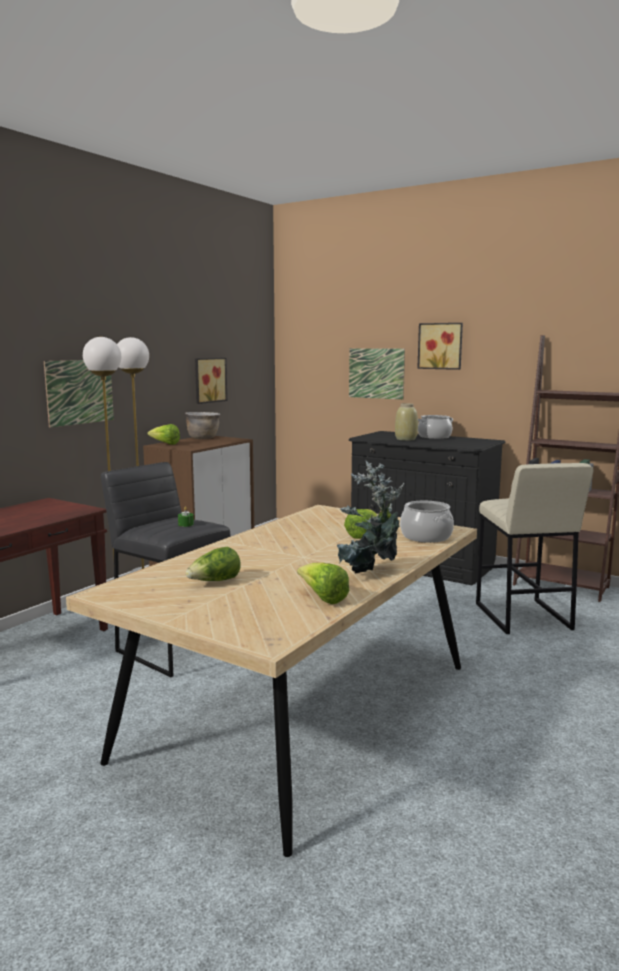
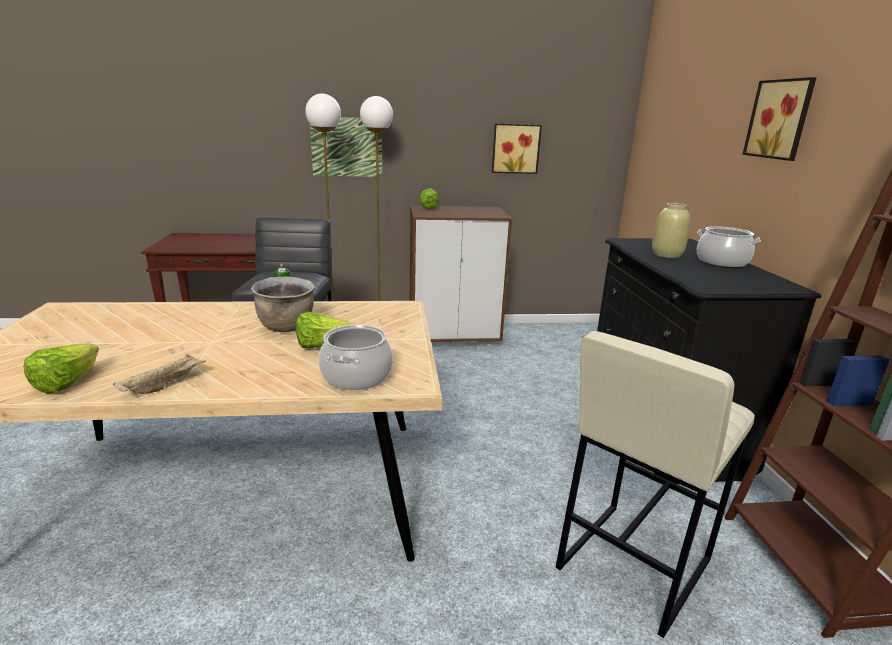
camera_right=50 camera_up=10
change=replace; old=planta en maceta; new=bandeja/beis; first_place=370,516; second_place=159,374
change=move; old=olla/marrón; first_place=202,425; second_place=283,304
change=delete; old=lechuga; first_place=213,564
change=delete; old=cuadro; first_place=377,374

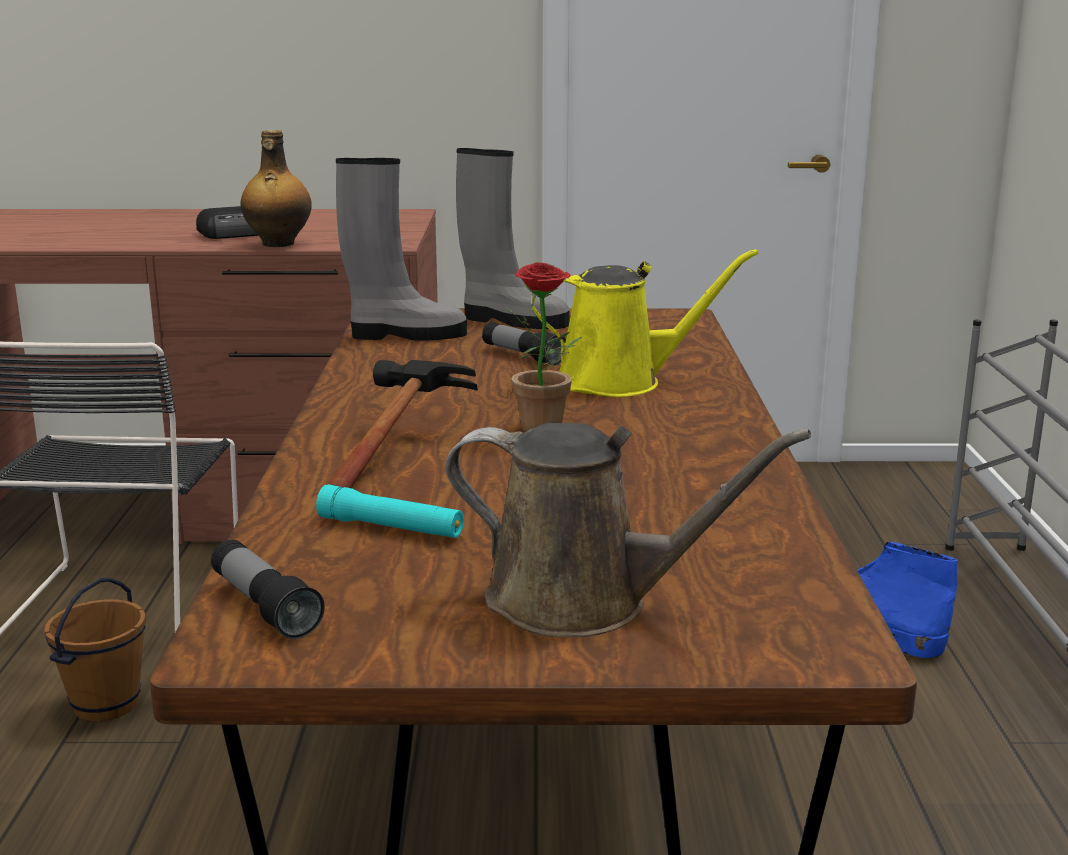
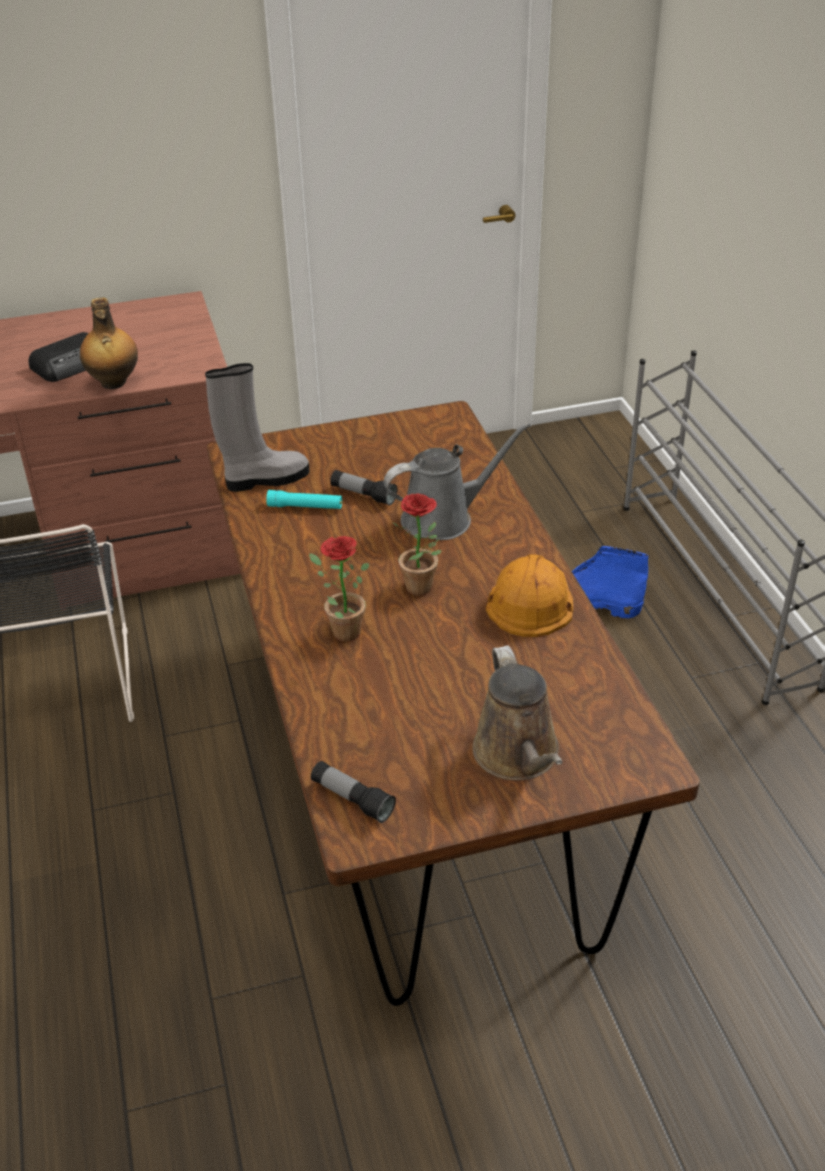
camera_right=-15 camera_up=20
change=move; old=linterna/turquesa; first_place=390,511; second_place=304,499
change=replace; old=martillo; new=planta en maceta; first_place=402,424; second_place=339,589
change=recolor; old=regadera/amarillo; new=regadera/gris; first_place=644,323; second_place=457,481
change=rotate; old=regadera/marrón; first_place=628,530; second_place=517,713; degrees=75
change=insert; new=casco/naranja; second_place=529,595
change=delete; old=cubo/marrón; first_place=95,649
change=delete; old=bota/gris; first_place=512,238

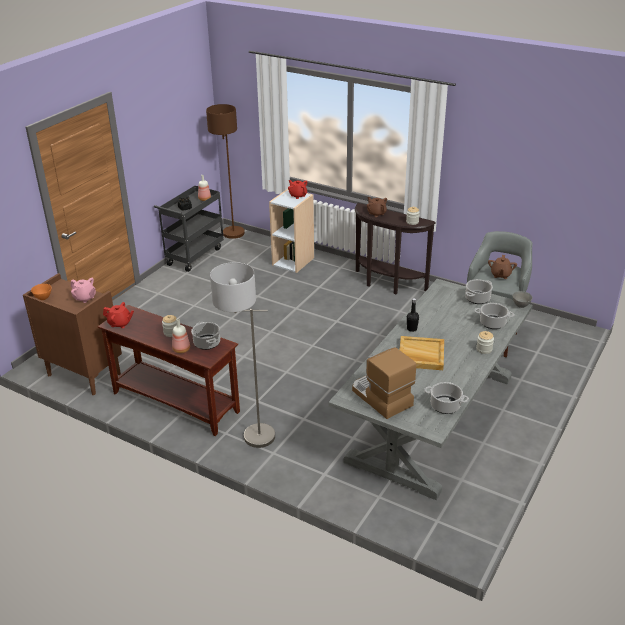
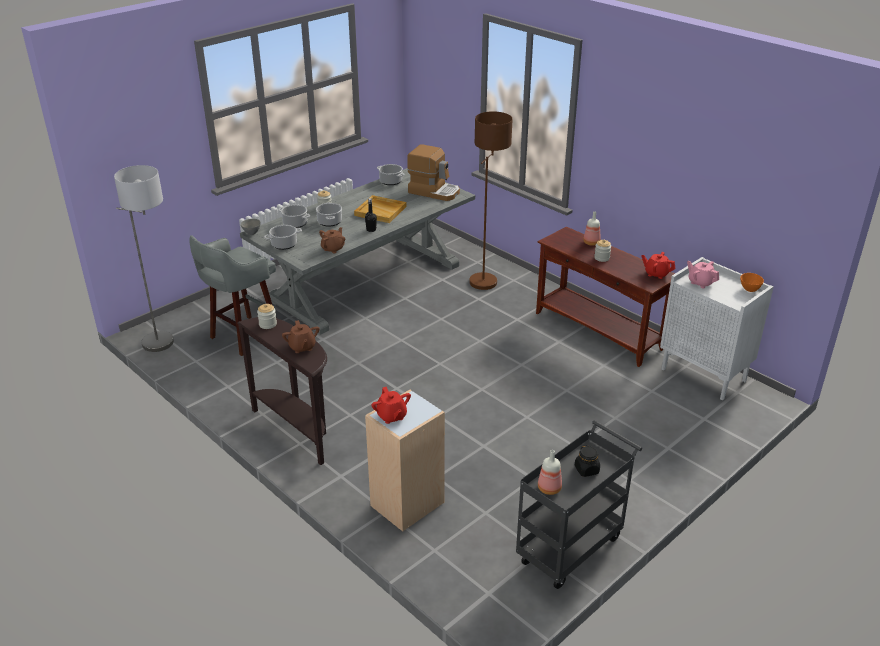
camera_right=-165 camera_up=0
change=move; old=lámpara de pie/gris; first_place=242,355; second_place=144,258
change=move; old=olla; first_place=205,336; second_place=329,214
change=move; old=tetera/marrón; first_place=502,267; second_place=332,240
change=rotate; old=cafetera; first_place=384,383; second_place=433,172; degrees=-45
change=move; old=lámpara de pie/marrón; first_place=225,171; second_place=490,200
change=recolor; old=armario/marrón; new=armario/blanco; first_place=72,334; second_place=717,328

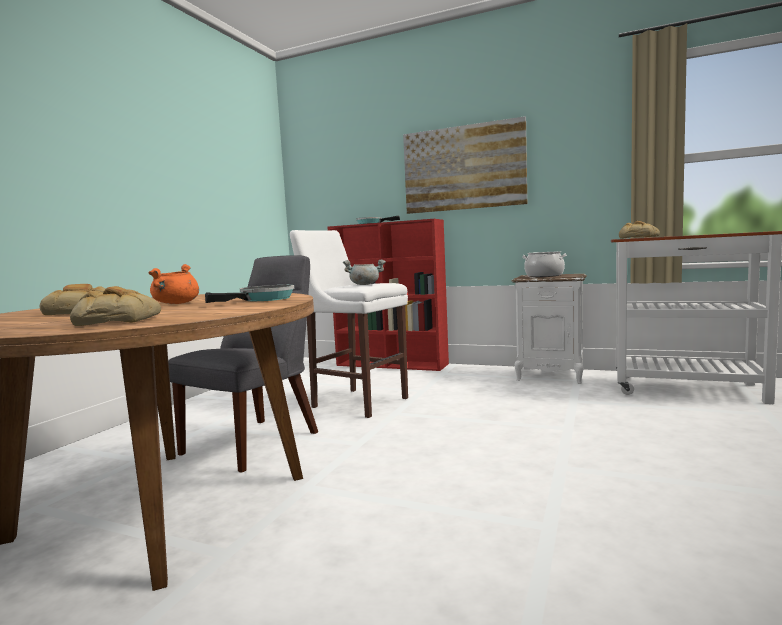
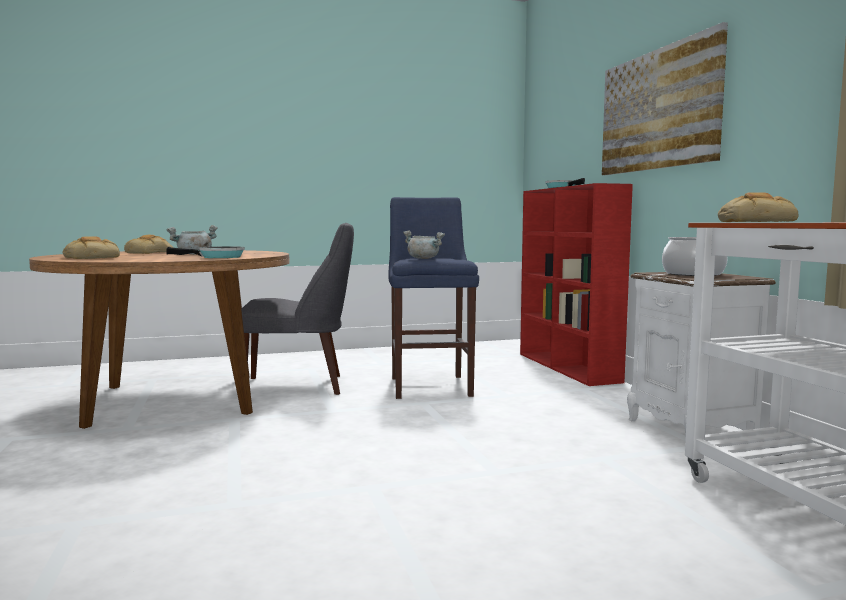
camera_right=50 camera_up=0
change=recolor; old=olla/naranja; new=olla/gris; first_place=173,284; second_place=192,240
change=recolor; old=taburete/blanco; new=taburete/azul; first_place=349,324; second_place=433,298

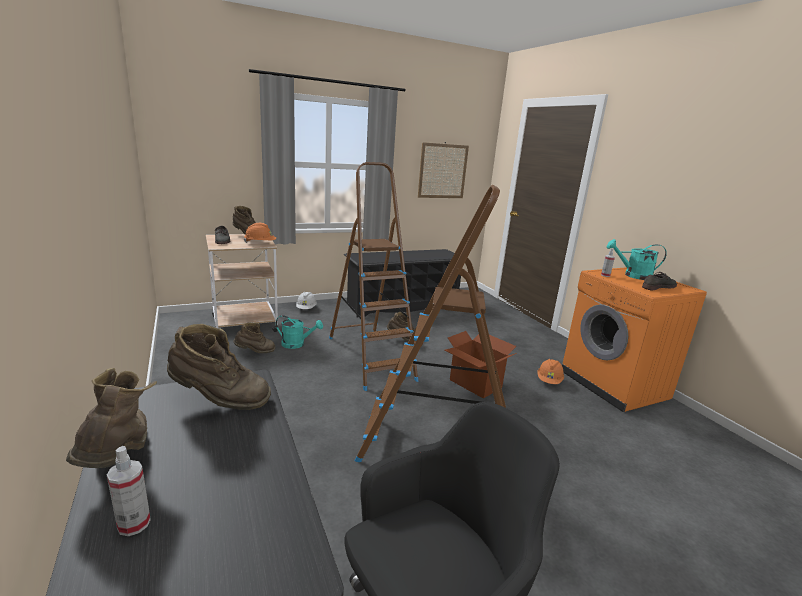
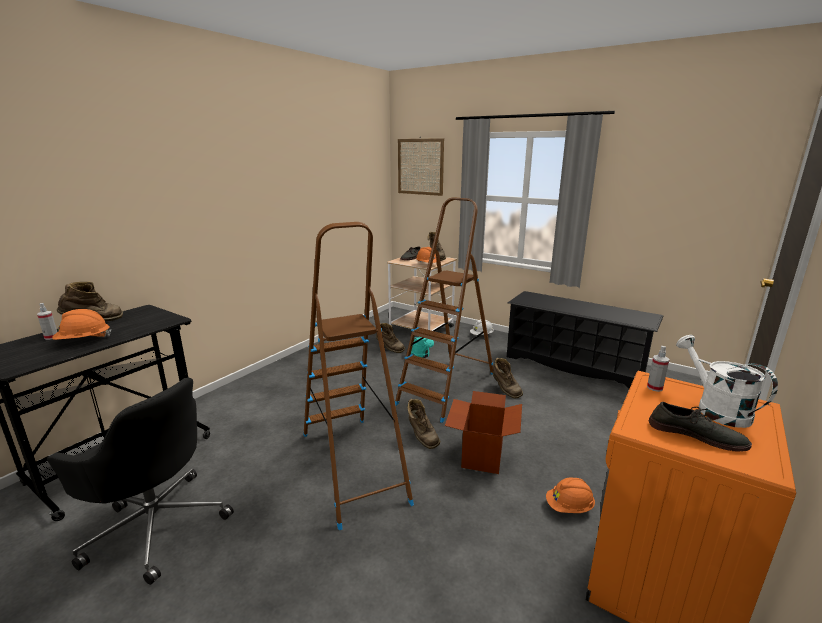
camera_right=60 camera_up=0
change=insert; new=casco/naranja; second_place=81,324
change=move; old=cuadro; first_place=443,170; second_place=421,166
change=move; old=bota/marrón; first_place=219,367; second_place=423,423
change=recolor; old=regadera/turquesa; new=regadera/blanco; first_place=637,259; second_place=727,381

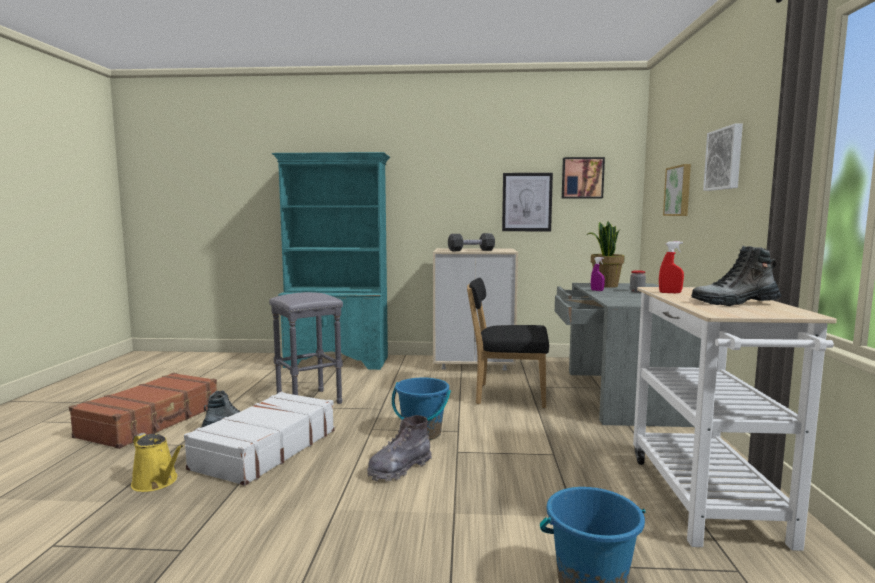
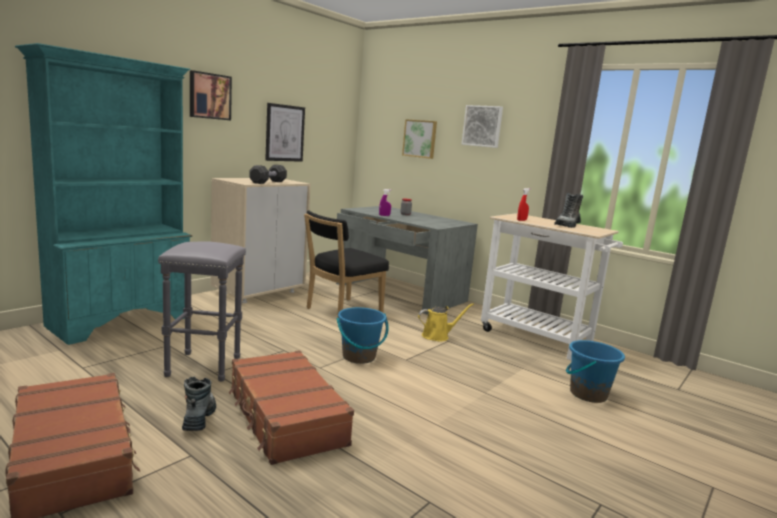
camera_right=-55 camera_up=5
change=move; old=cuadro; first_place=583,177; second_place=211,95
change=recolor; old=maleta/blanco; new=maleta/marrón; first_place=259,439; second_place=291,407
change=move; old=regadera/amarillo; first_place=157,462; second_place=446,322
change=delete; old=bota/gris; first_place=399,448
change=delete; old=planta en maceta; first_place=606,254

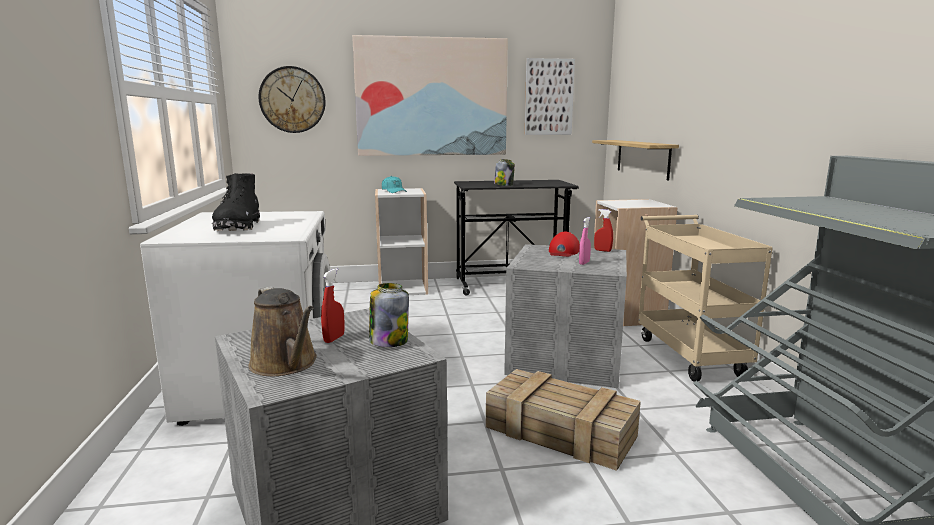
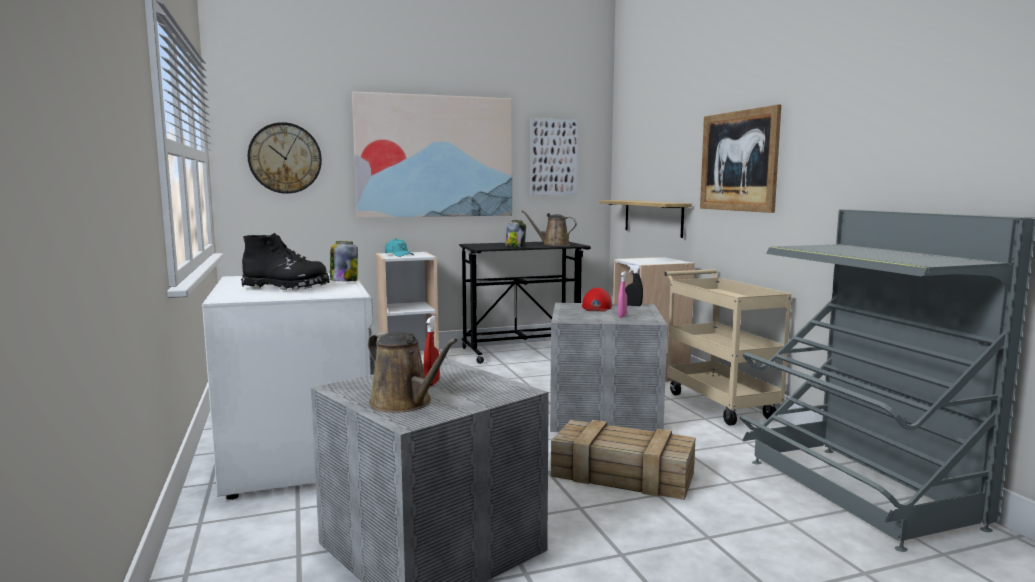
camera_right=-10 camera_up=-5
change=rotate; old=bota/negro; first_place=236,202; second_place=285,261; degrees=-75
change=move; old=tarro; first_place=389,315; second_place=344,261
change=insert; new=regadera/marrón; second_place=549,228
change=recolor; old=pulverizador/rojo; new=pulverizador/negro; first_place=603,230; second_place=634,285
change=insert; new=cuadro; second_place=740,159

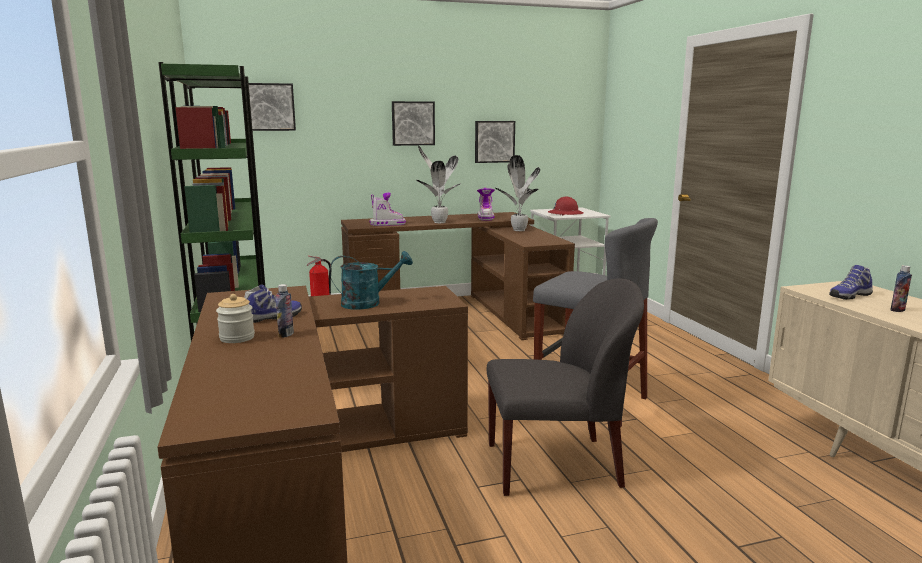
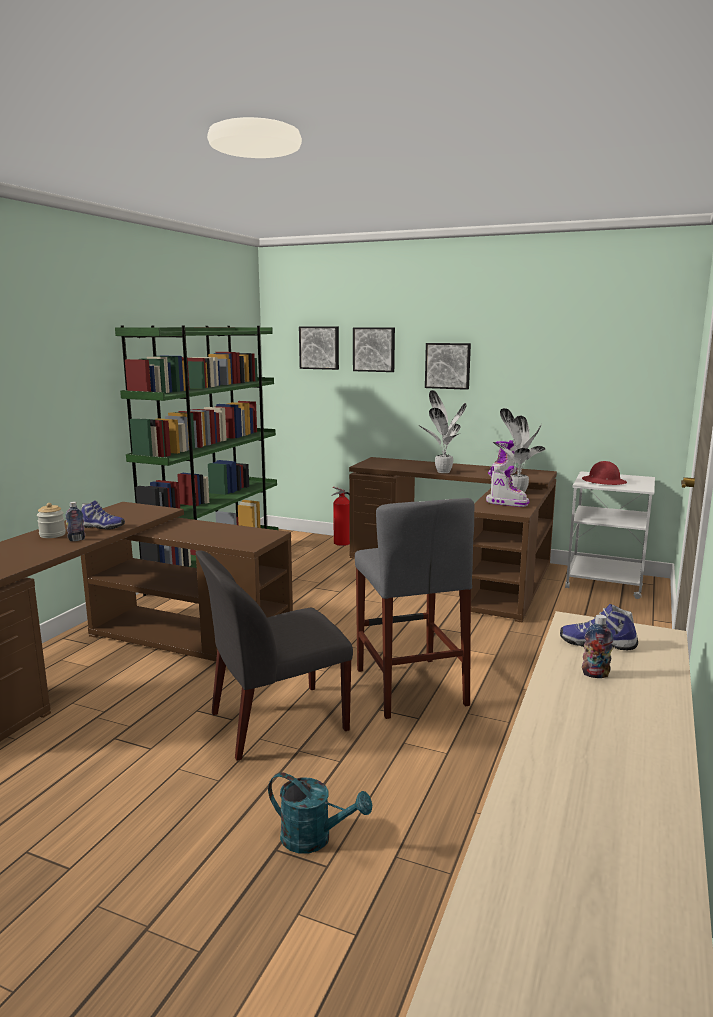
camera_right=40 camera_up=0
change=rotate; old=silla/gris; first_place=565,387; second_place=274,656; degrees=120
change=move; old=regadera/turquesa; first_place=371,280; second_place=320,812
change=move; old=cuadro; first_place=495,142; second_place=374,350
change=move; old=bota; first_place=388,209; second_place=508,486

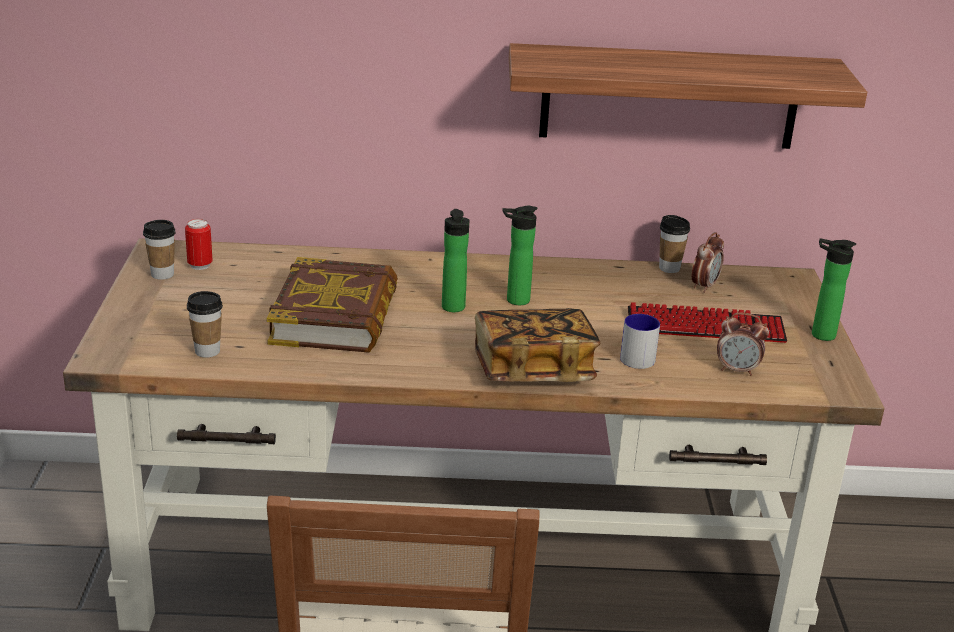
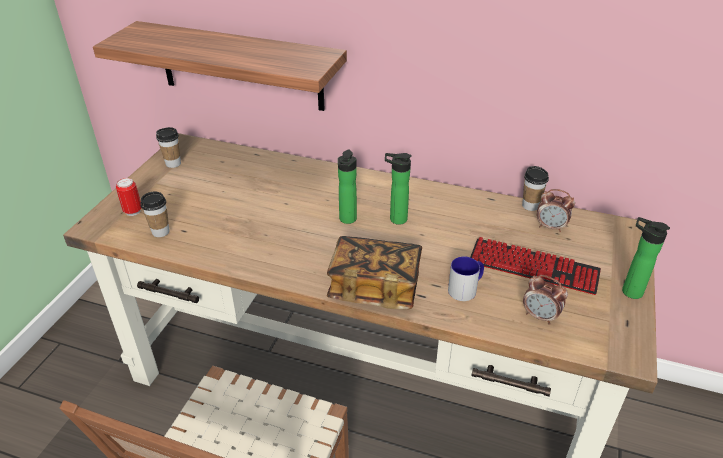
camera_right=20 camera_up=10
change=move; old=estante; first_place=688,96; second_place=220,66
change=move; old=lata; first_place=199,244; second_place=128,197
change=rotate; old=despertador; first_place=708,262; second_place=556,210; degrees=60
change=delete; old=libro; first_place=332,305

